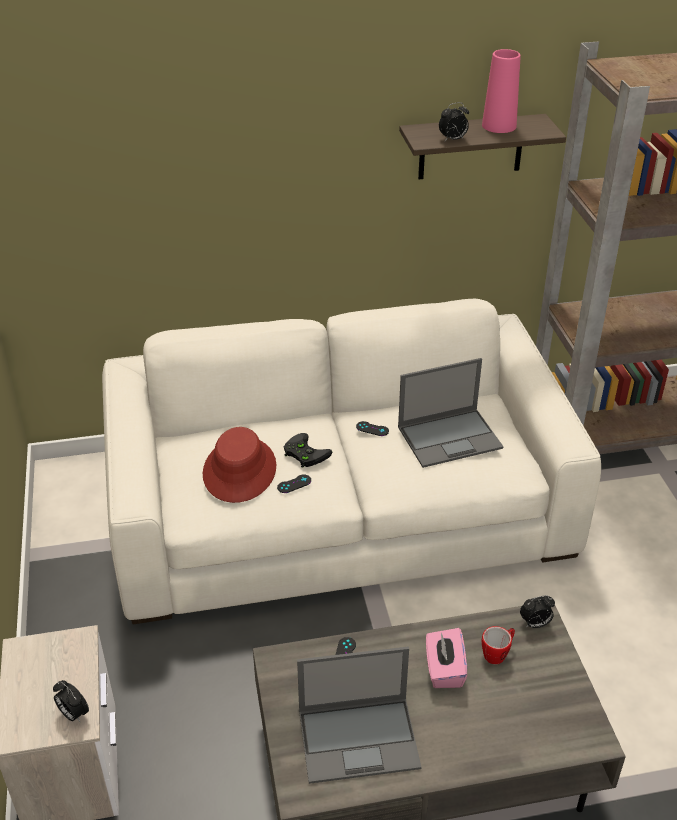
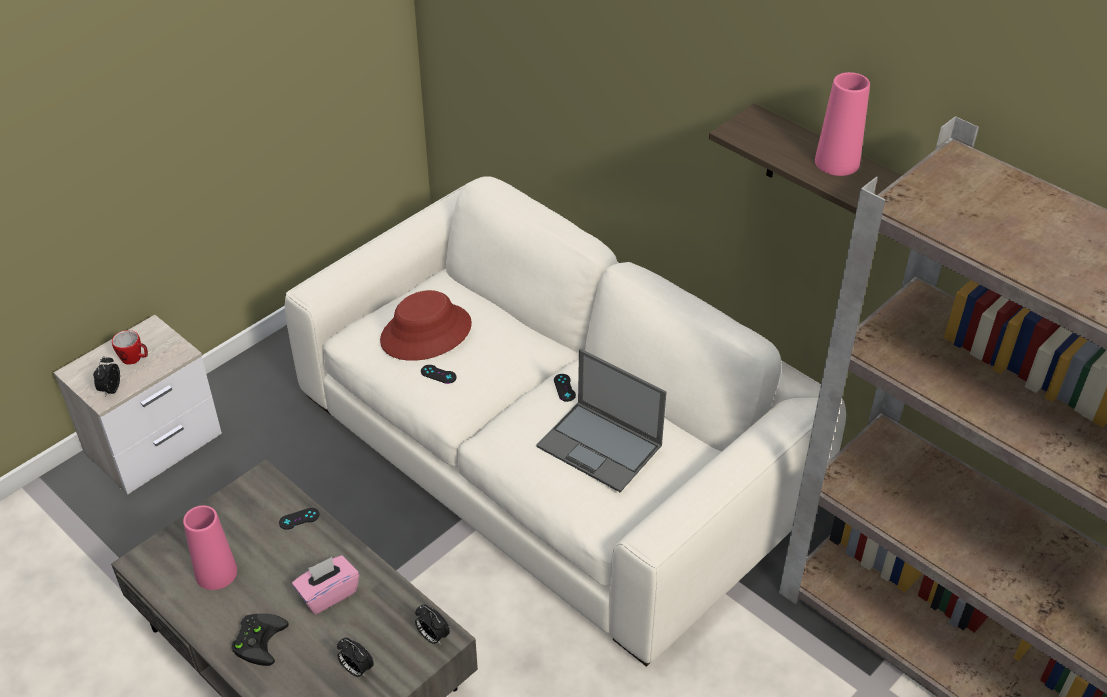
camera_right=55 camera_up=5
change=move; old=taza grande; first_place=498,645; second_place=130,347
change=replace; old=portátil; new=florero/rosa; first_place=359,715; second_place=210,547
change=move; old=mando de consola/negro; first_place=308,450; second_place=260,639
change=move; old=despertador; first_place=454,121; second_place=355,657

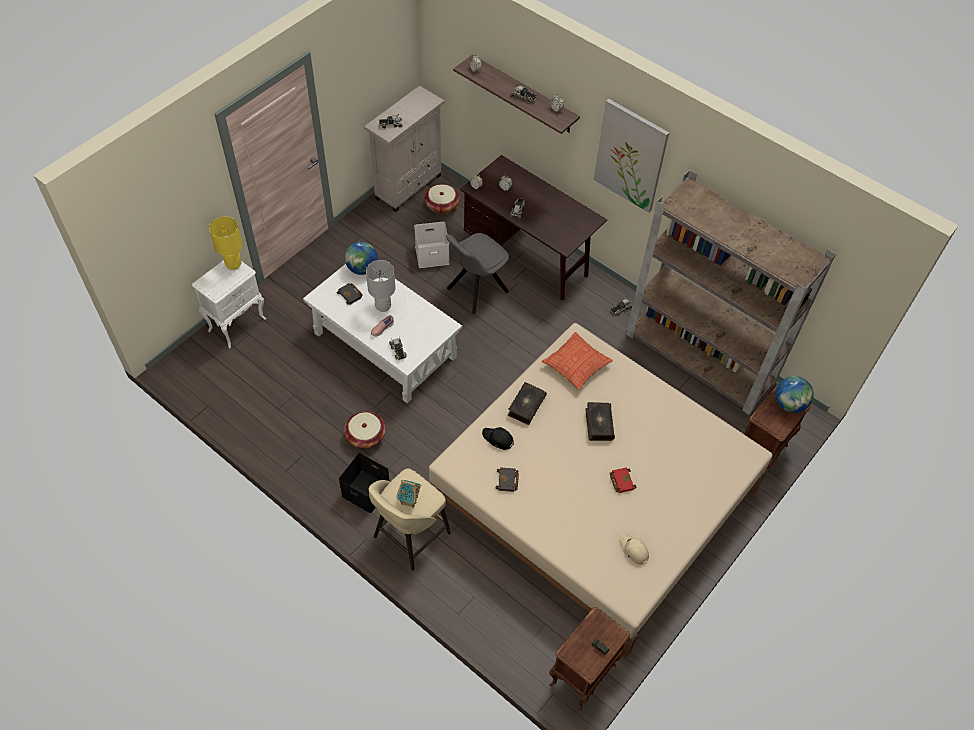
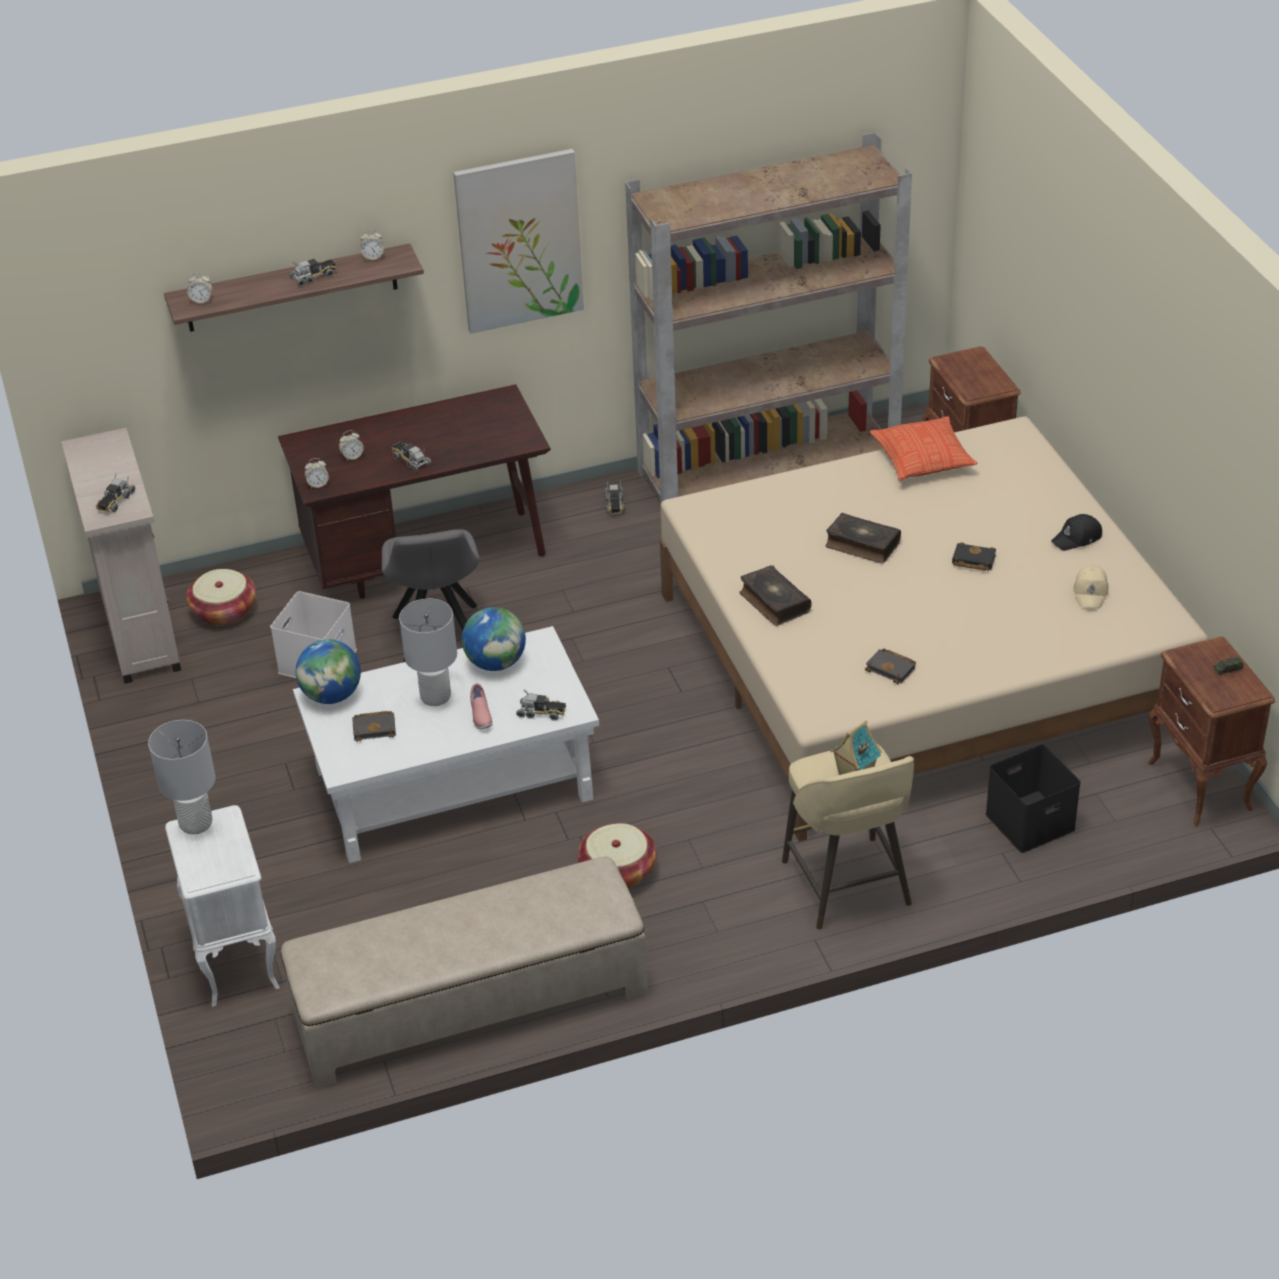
camera_right=-55 camera_up=-15
change=recolor; old=lámpara de mesa/amarillo; new=lámpara de mesa/gris; first_place=226,243; second_place=182,777
change=insert; new=banco/beis; second_place=464,972
change=move; old=globo terráqueo; first_place=794,394; second_place=494,639
change=move; old=cojín/naranja; first_place=577,361; second_place=923,448
change=recolor; old=libro/rojo; new=libro/negro; first_place=623,480; second_place=974,556
change=move; old=caja de almacenaje/negro; first_place=364,483; second_place=1033,798
change=move; old=gorra/negro; first_place=497,438; second_place=1076,532
change=rotate; old=gorra/beis; first_place=634,549; second_place=1090,587; degrees=-75

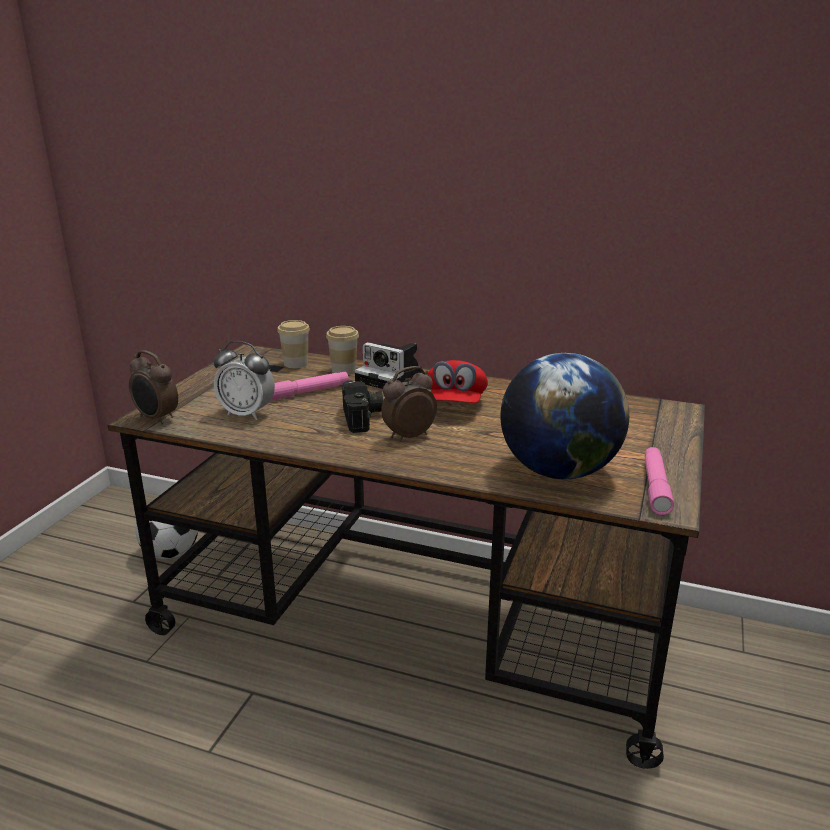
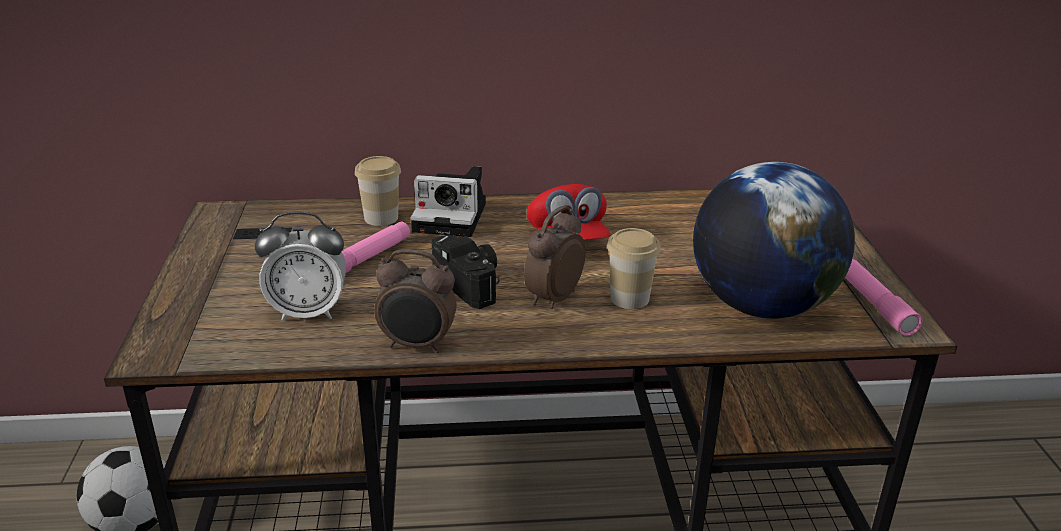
camera_right=-25 camera_up=5
change=move; old=despertador; first_place=153,387; second_place=415,301
change=move; old=taza; first_place=293,344; second_place=634,268

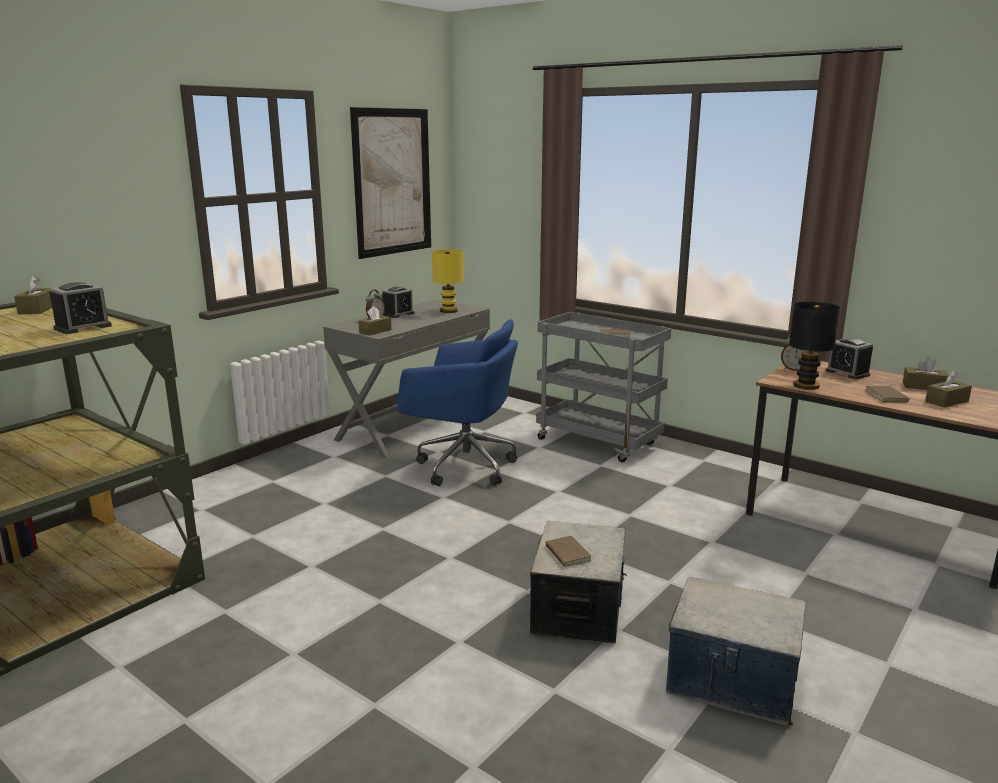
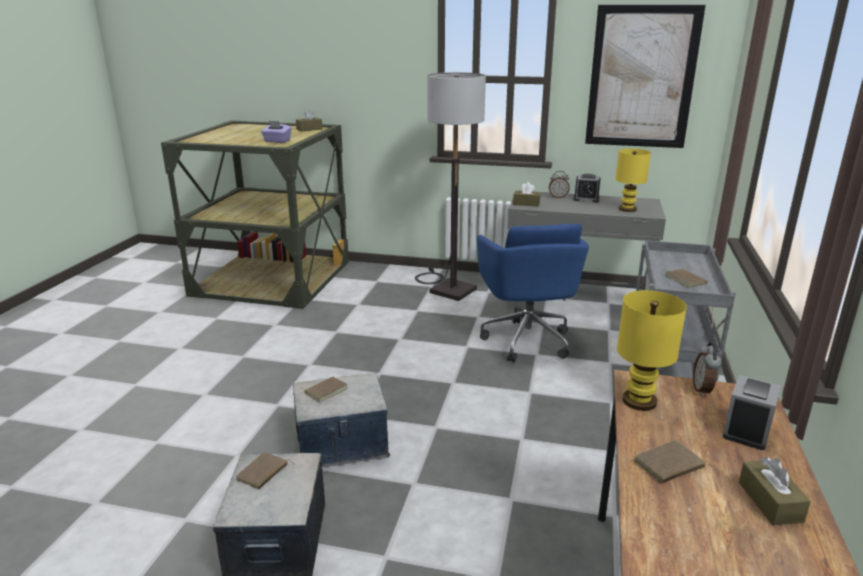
camera_right=65 camera_up=5
change=insert; new=libro/marrón; second_place=265,471
change=replace; old=despertador; new=caja de pañuelos/morado; first_place=80,308; second_place=276,132
change=insert; new=lámpara de pie; second_place=450,186
change=recolor; old=lámpara de mesa/negro; new=lámpara de mesa/amarillo; first_place=814,346; second_place=652,350
change=delete; old=caja de pañuelos/marrón; first_place=948,389

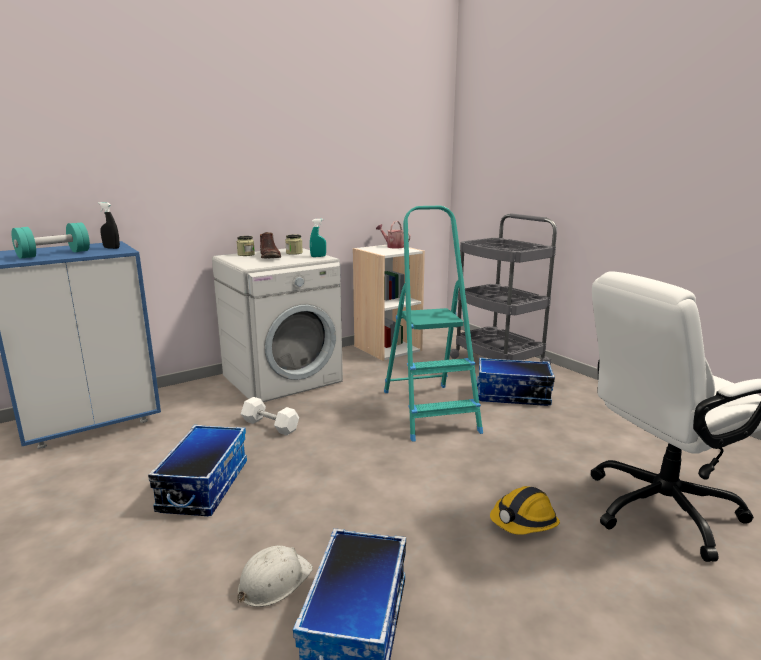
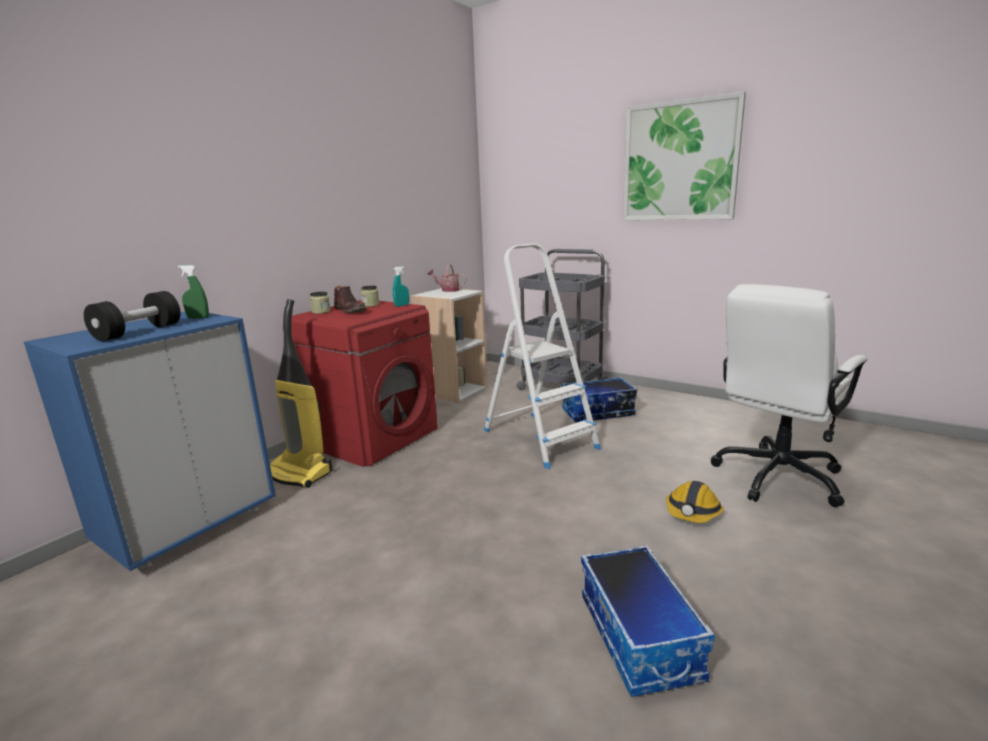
camera_right=-20 camera_up=0
change=recolor; old=mancuerna/turquesa; new=mancuerna/negro; first_place=51,241; second_place=132,316
change=recolor; old=pulverizador/negro; new=pulverizador/verde; first_place=109,225; second_place=193,292
change=insert; new=aspiradora; second_place=301,393
change=recolor; old=lavadora/blanco; new=lavadora/rojo; first_place=277,325; second_place=364,383
change=recolor; old=escalera de tijera/turquesa; new=escalera de tijera/blanco; first_place=433,324; second_place=542,356
change=insert; new=cuadro; second_place=684,156
change=delete; old=caja de almacenaje; first_place=197,470
change=delete; old=casco/blanco; first_place=275,576
change=delete; old=mancuerna/blanco; first_place=270,416

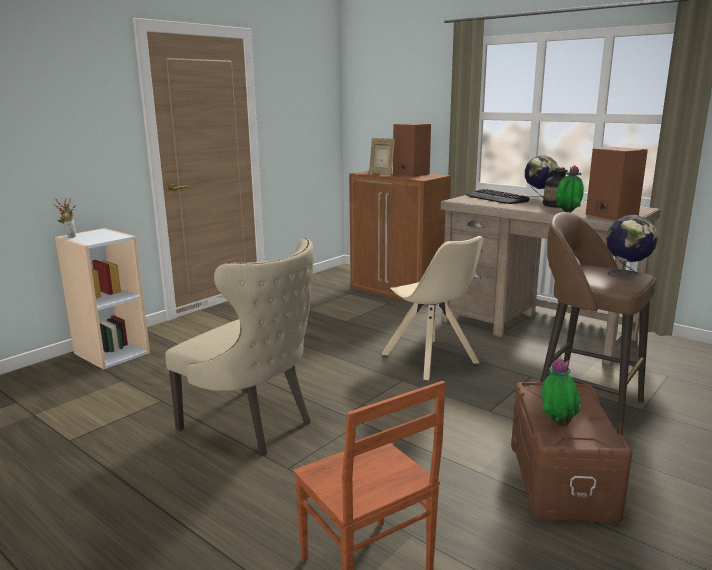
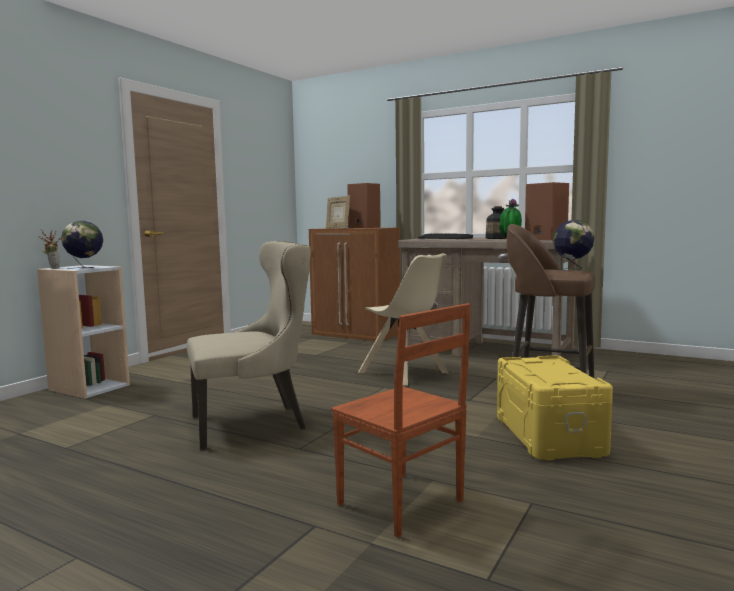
camera_right=-10 camera_up=-10
change=move; old=globo terráqueo; first_place=541,176; second_place=82,245
change=rotate; old=silla/beis; first_place=239,347; second_place=249,345; degrees=-45
change=recolor; old=caja de almacenaje/marrón; new=caja de almacenaje/amarillo; first_place=571,453; second_place=555,408
change=delete; old=planta en maceta; first_place=562,392

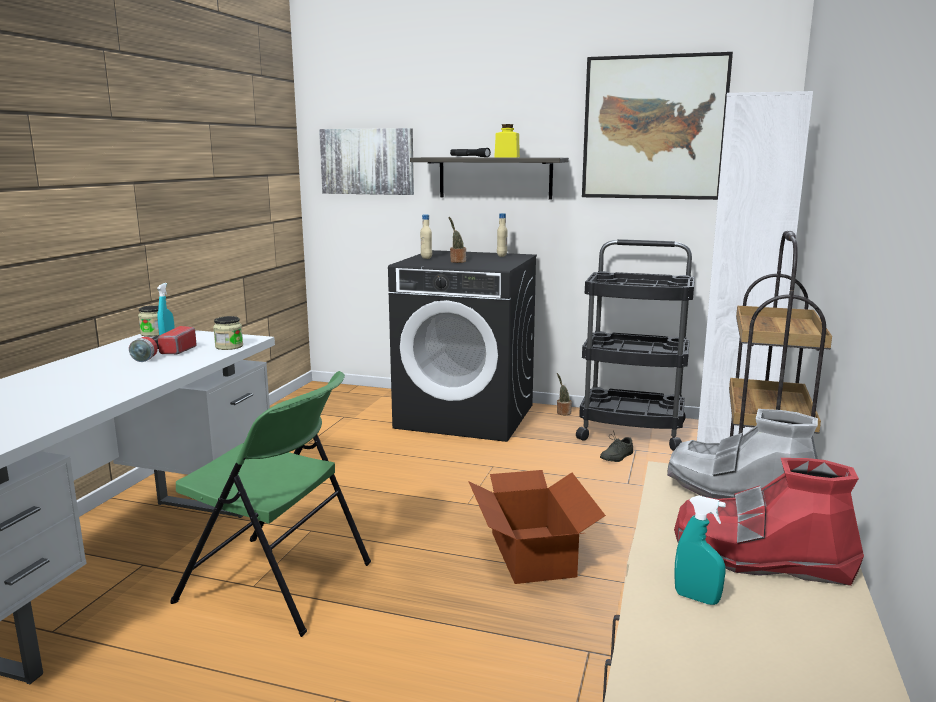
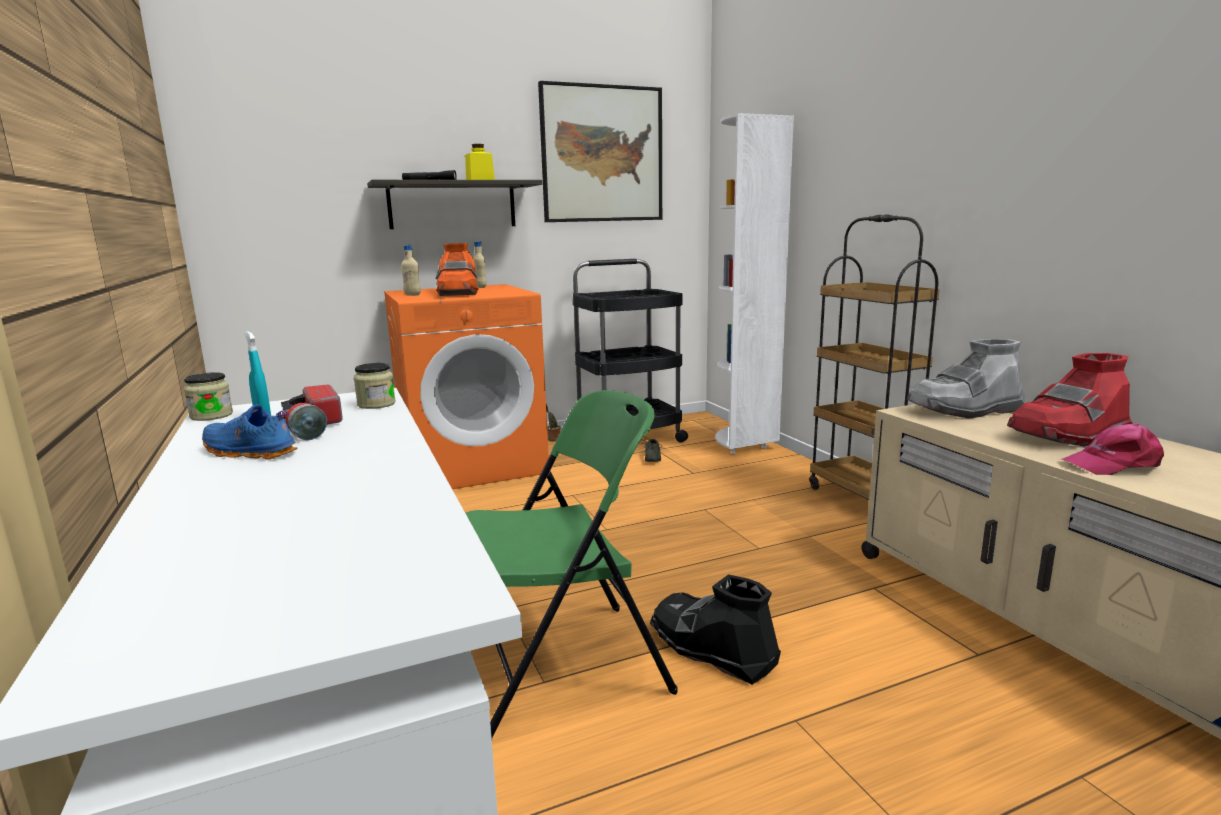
camera_right=-40 camera_up=0
change=insert; new=zapato/azul; second_place=250,432
change=recolor; old=lavadora/negro; new=lavadora/naranja; first_place=462,346; second_place=466,386
change=replace; old=planta en maceta; new=bota/naranja; first_place=457,240; second_place=457,269
change=insert; new=bota/negro; second_place=715,629
change=replace; old=pulverizador/turquesa; new=gorra/rosa; first_place=700,550; second_place=1112,449
change=delete; old=cuadro; first_place=366,161
change=delete; old=caja de cartón; first_place=537,527

